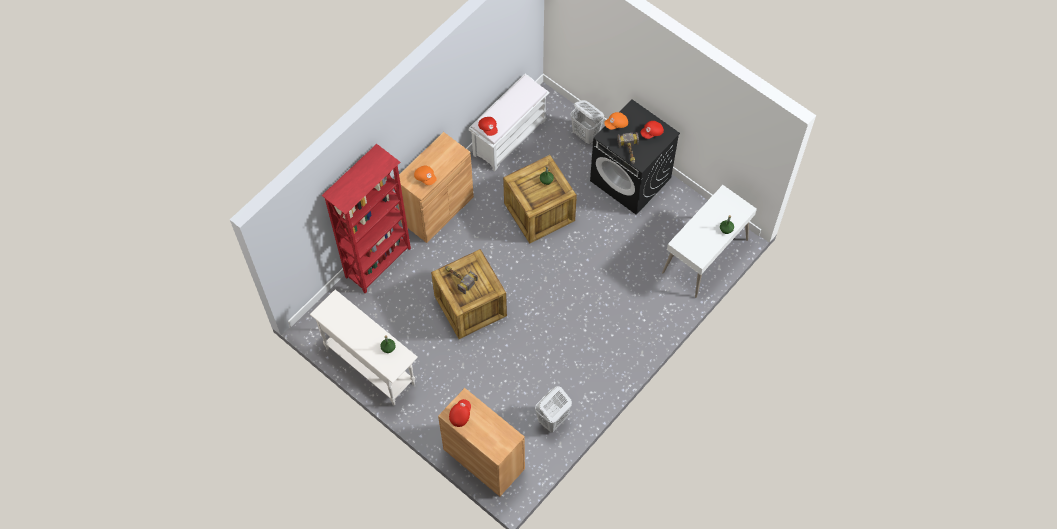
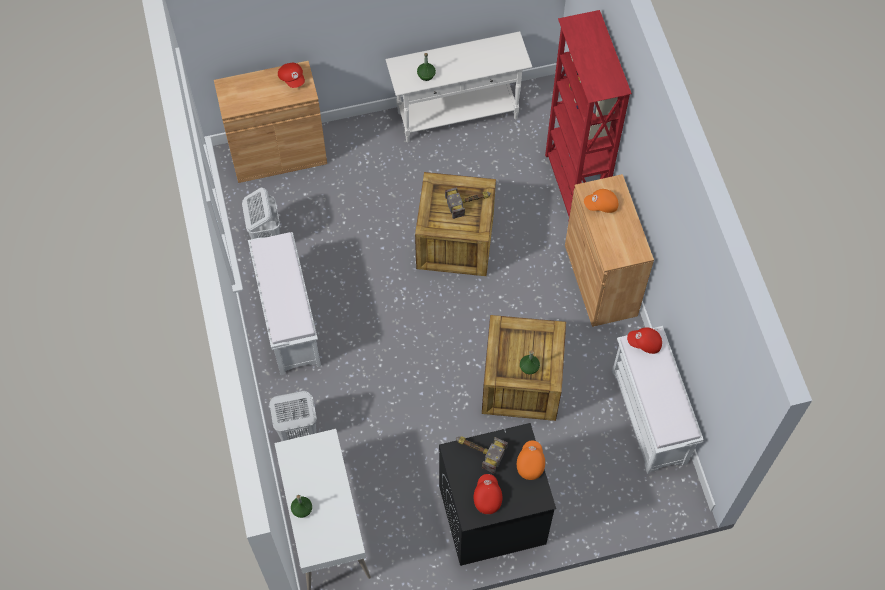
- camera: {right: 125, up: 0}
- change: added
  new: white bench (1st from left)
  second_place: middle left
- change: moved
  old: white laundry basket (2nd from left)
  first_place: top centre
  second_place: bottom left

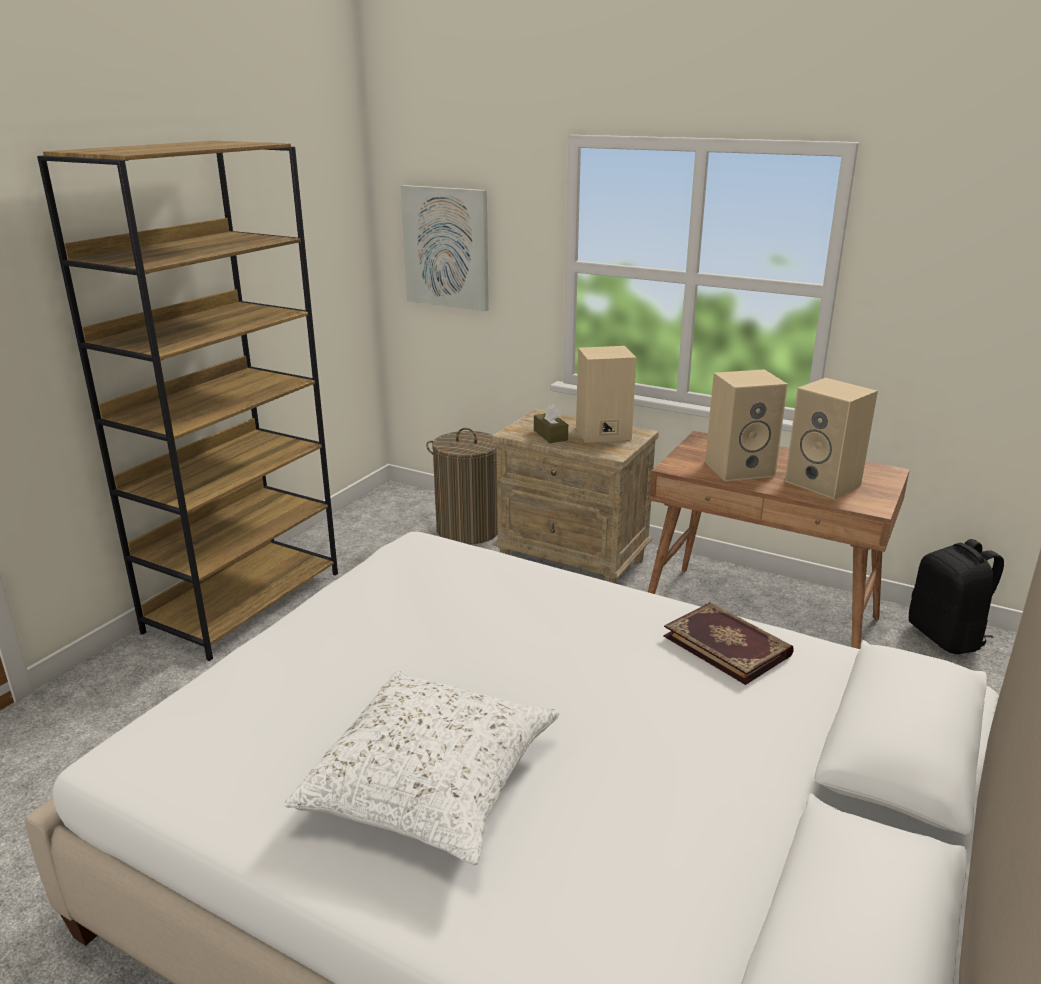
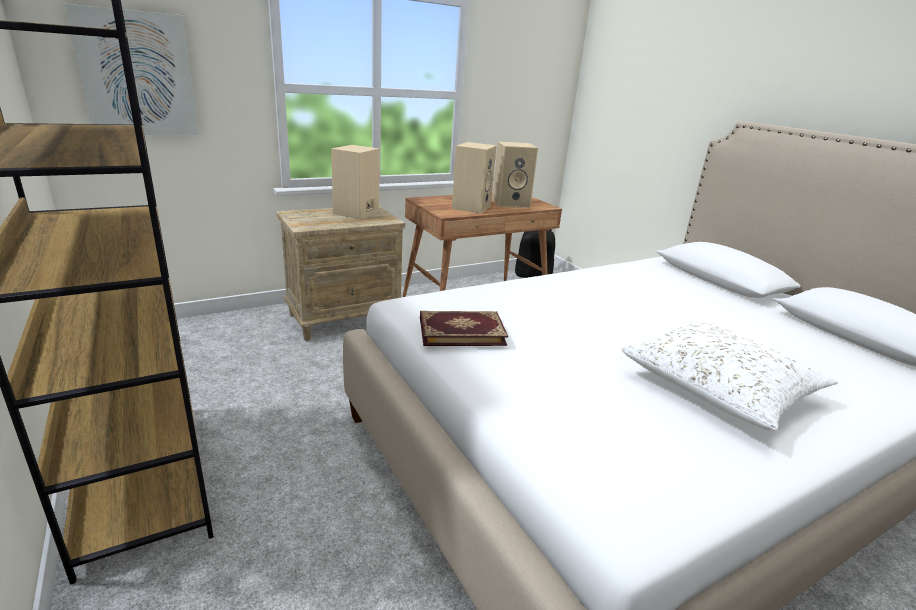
- camera: {right: -60, up: 0}
- change: moved
  old: book
  first_place: middle right
  second_place: centre
- change: removed
  old: laundry basket
  first_place: centre
- change: removed
  old: brown tissue box
  first_place: centre

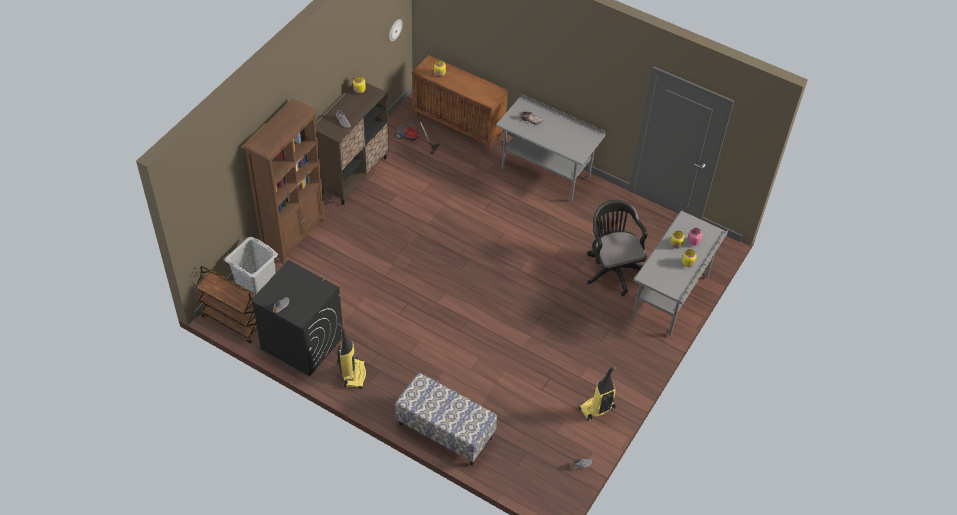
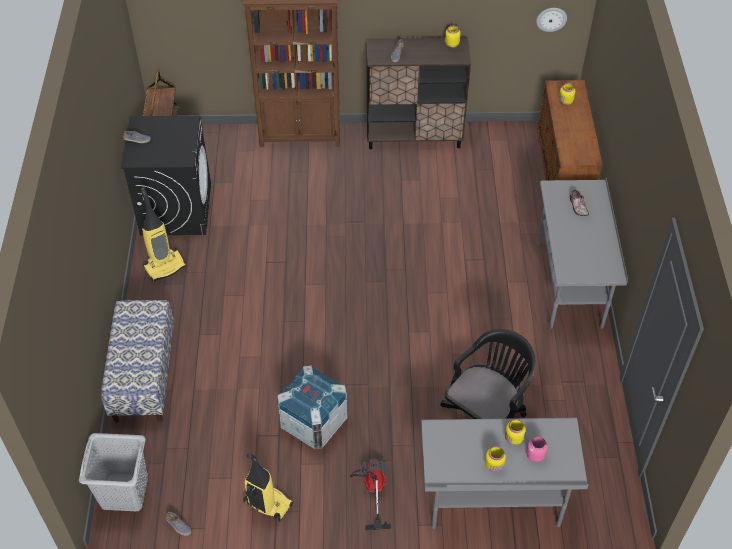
- camera: {right: 60, up: 0}
- change: moved
  old: grey laundry basket
  first_place: middle left
  second_place: bottom left
- change: added
  new: crate
  second_place: bottom centre
- change: moved
  old: vacuum cleaner (2nd from left in the first image)
  new: vacuum cleaner (3rd from left)
  first_place: top centre
  second_place: bottom centre

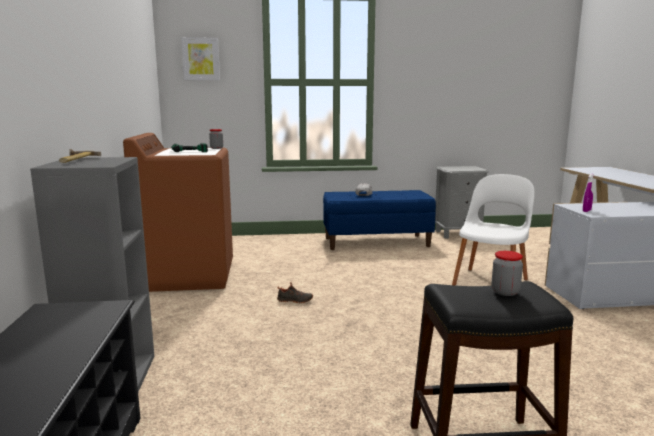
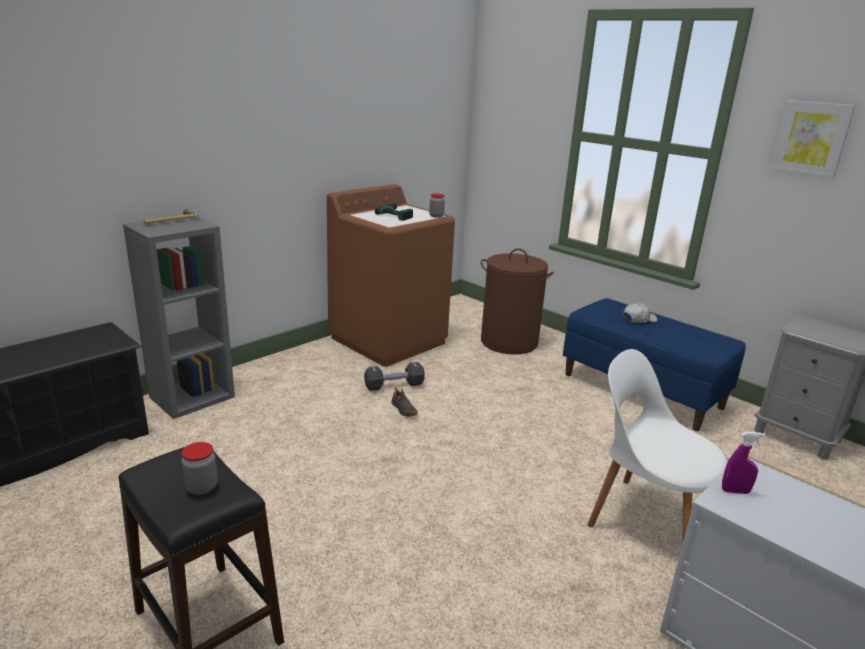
- camera: {right: 50, up: 10}
- change: added
  new: black dumbbell
  second_place: centre
- change: added
  new: brown laundry basket
  second_place: centre
- change: turned
  old: white chair
  first_place: middle right
  second_place: bottom right
  degrees: -135
- change: moved
  old: picture
  first_place: top left
  second_place: top right

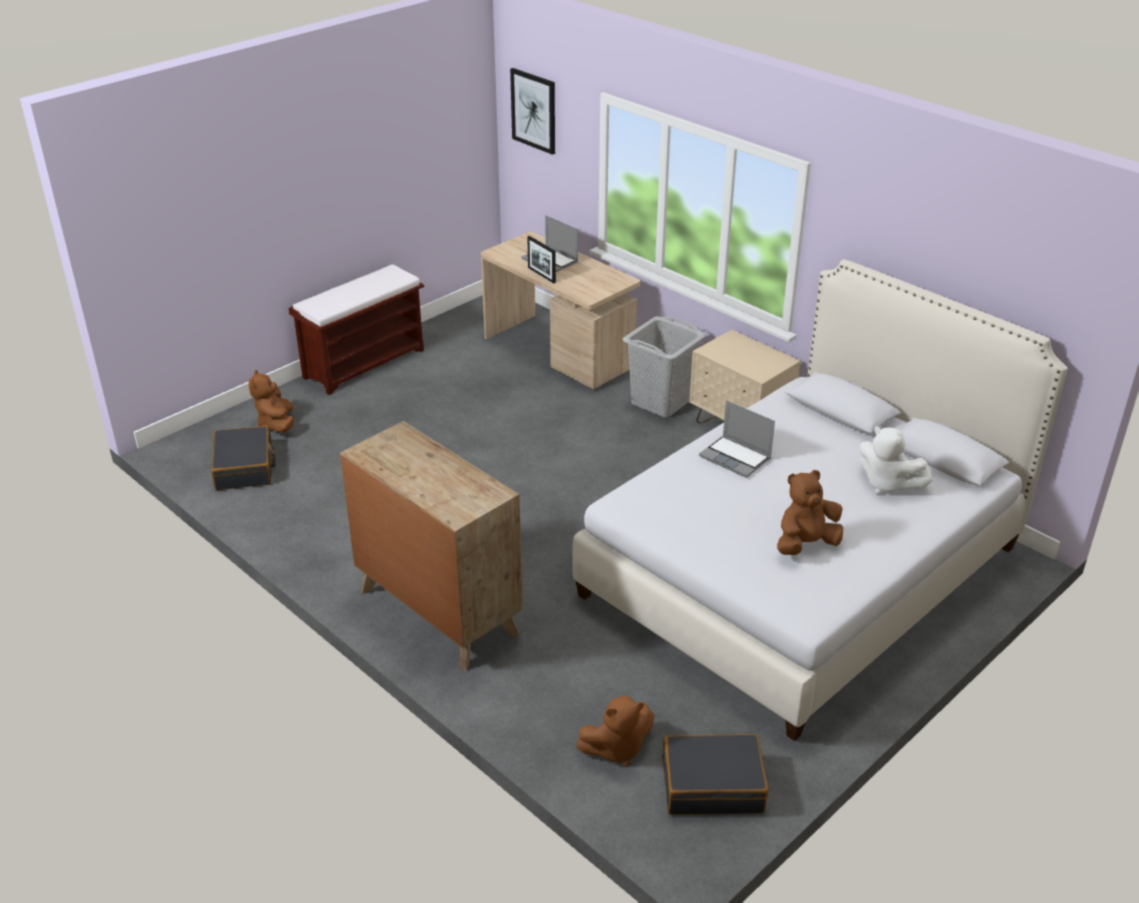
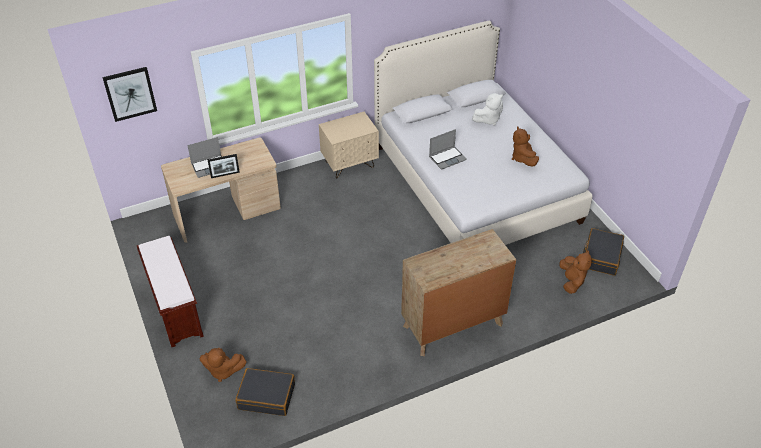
- camera: {right: -70, up: 10}
- change: removed
  old: grey laundry basket
  first_place: centre

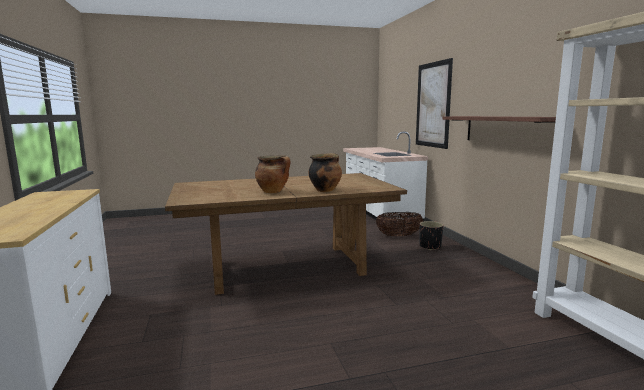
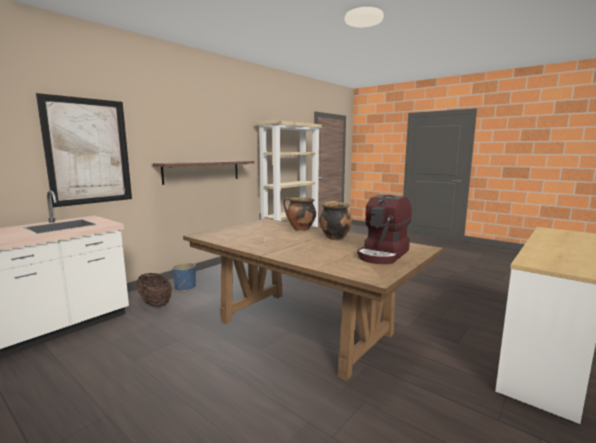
- camera: {right: -125, up: 0}
- change: recoloured
  old: black planter
  new: blue planter
  first_place: middle right
  second_place: middle left
- change: added
  new: coffee machine
  second_place: centre

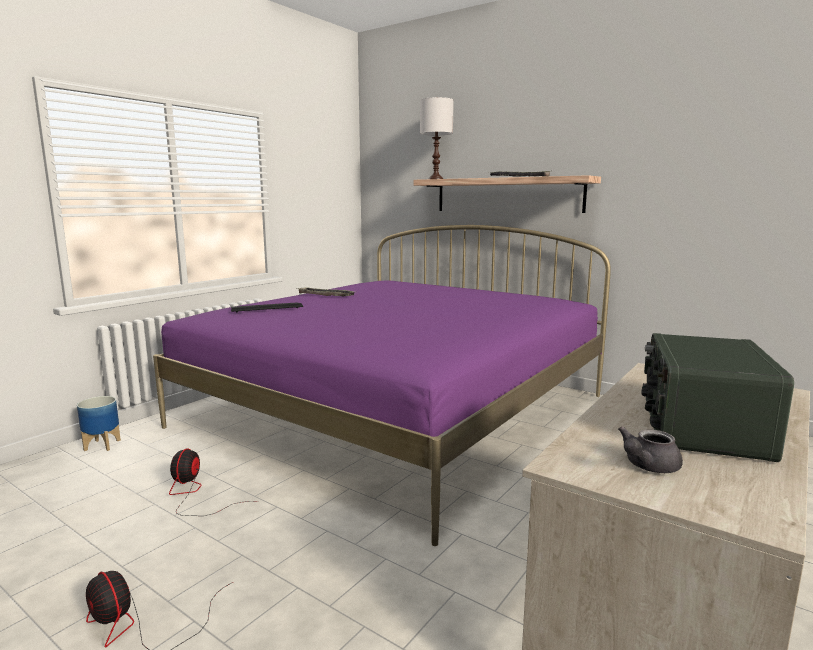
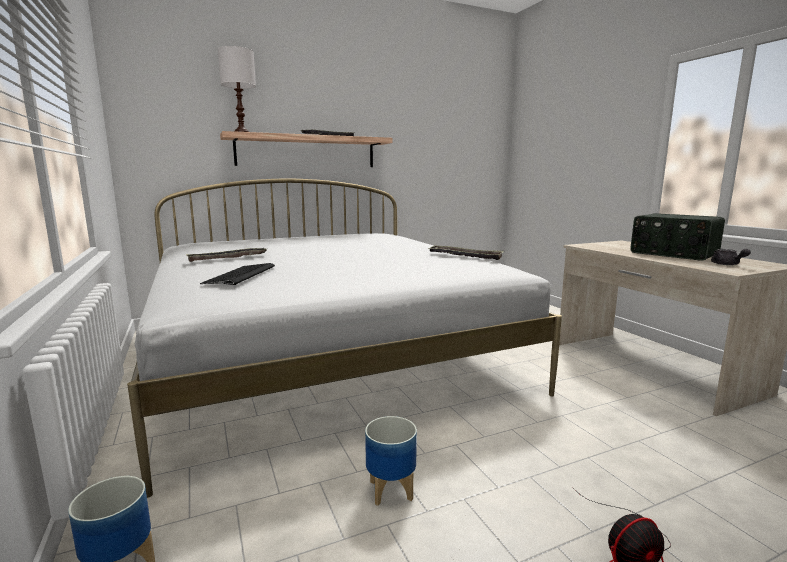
- camera: {right: -60, up: 0}
- change: recoloured
  old: purple bed
  new: white bed
  first_place: centre
  second_place: centre
- change: replaced
  old: fan (2nd from left)
  new: planter (2nd from left)
  first_place: bottom left
  second_place: bottom centre
- change: added
  new: tray (3rd from left)
  second_place: centre

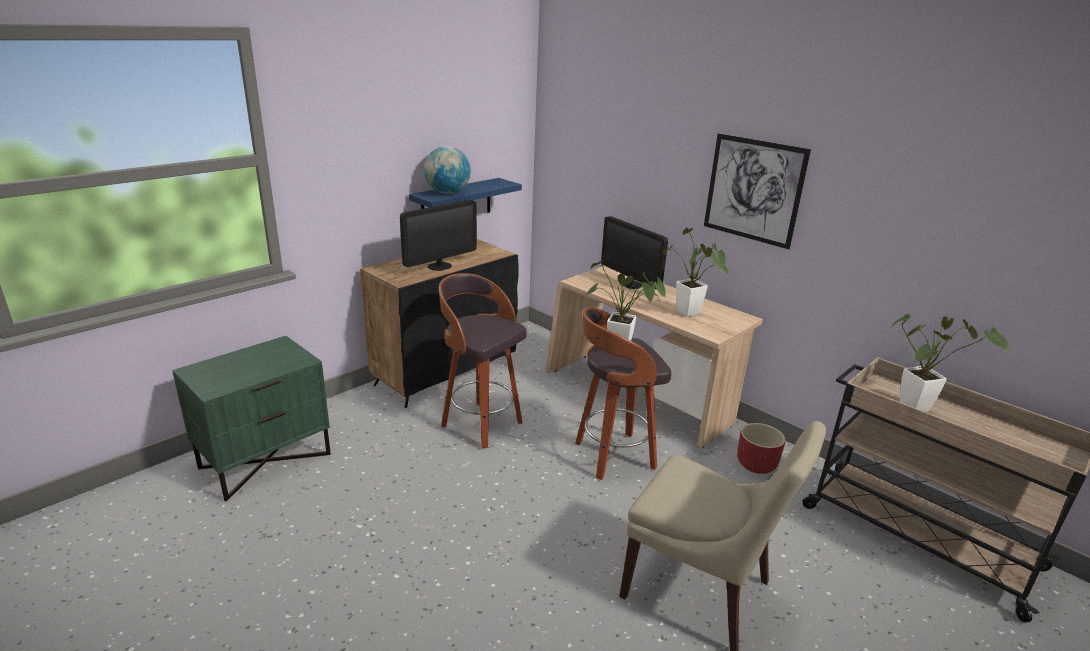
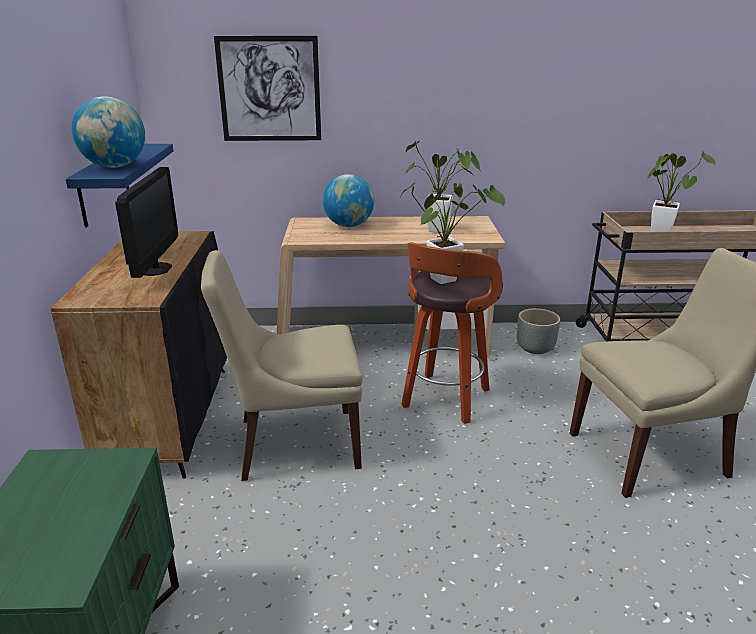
- camera: {right: -45, up: 0}
- change: replaced
  old: stool (1st from left)
  new: beige chair (1st from left)
  first_place: centre
  second_place: centre
- change: moved
  old: picture
  first_place: top right
  second_place: top centre
- change: replaced
  old: monitor (2nd from left)
  new: globe (2nd from left)
  first_place: centre
  second_place: top centre
- change: recoloured
  old: red planter
  new: grey planter
  first_place: bottom right
  second_place: middle right

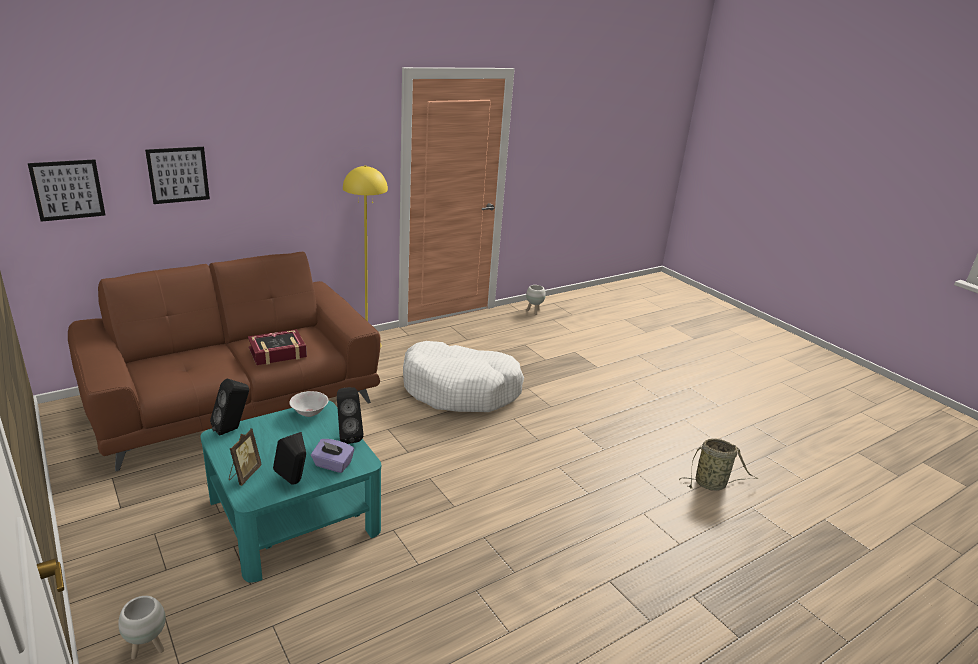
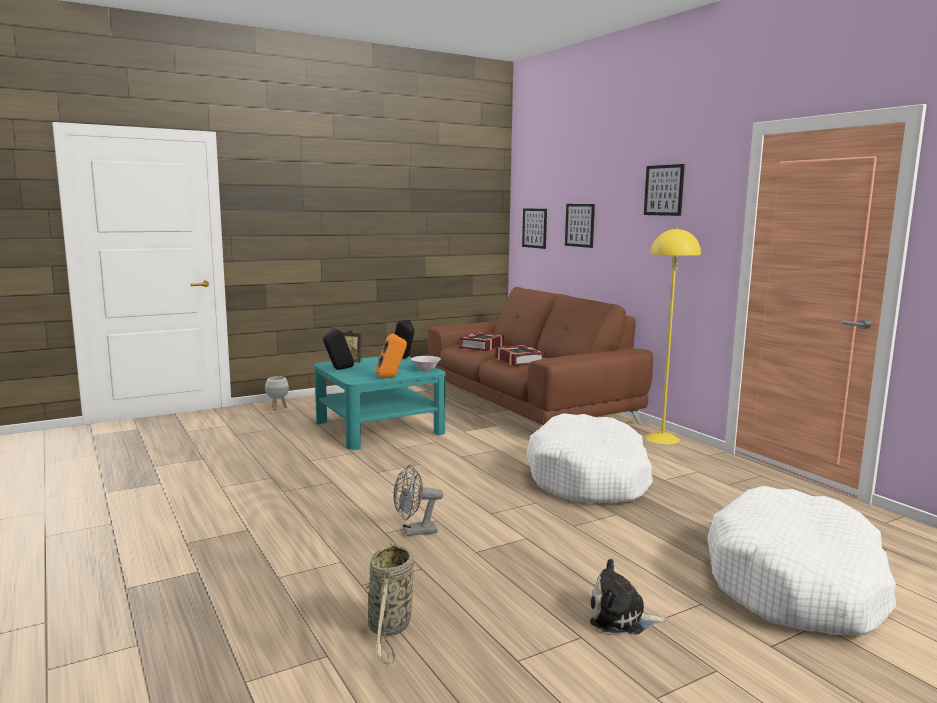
- camera: {right: 95, up: -15}
- change: recoloured
  old: black speaker (3rd from left)
  new: orange speaker
  first_place: centre
  second_place: centre
- change: added
  new: grey fan
  second_place: bottom centre
- change: added
  new: book (1st from left)
  second_place: centre
- change: added
  new: plush toy
  second_place: bottom right
- change: added
  new: picture (3rd from left)
  second_place: top right
- change: added
  new: white dog bed (2nd from left)
  second_place: bottom right
- change: removed
  old: purple tissue box
  first_place: bottom centre
- change: removed
  old: white planter (2nd from left)
  first_place: centre

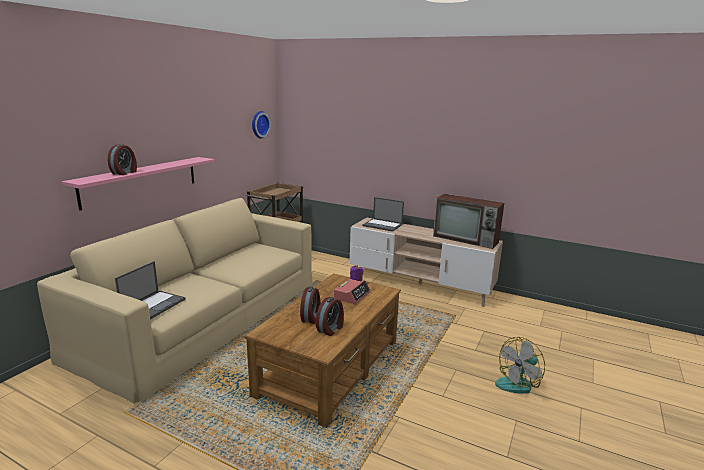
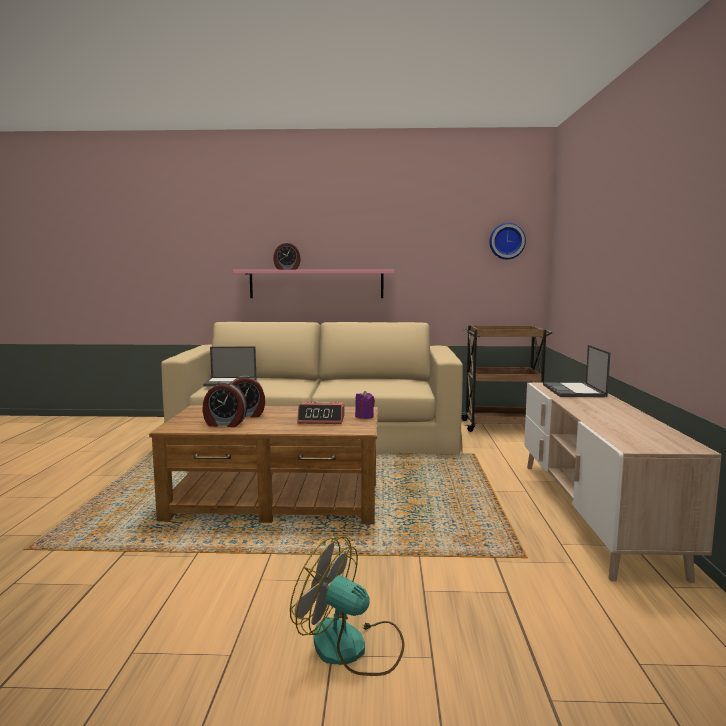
- camera: {right: 65, up: -10}
- change: removed
  old: television
  first_place: centre

